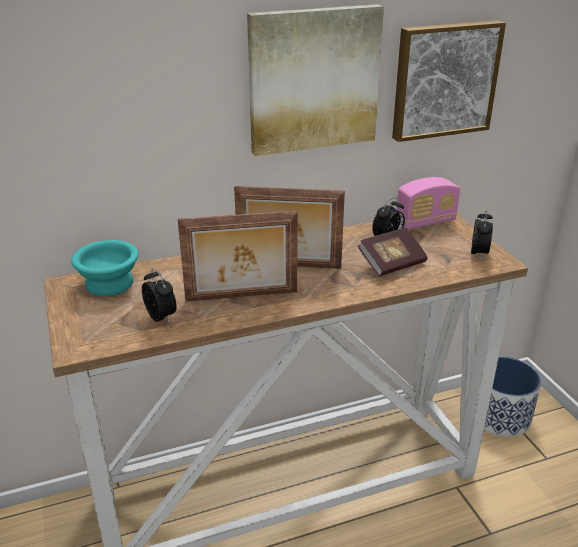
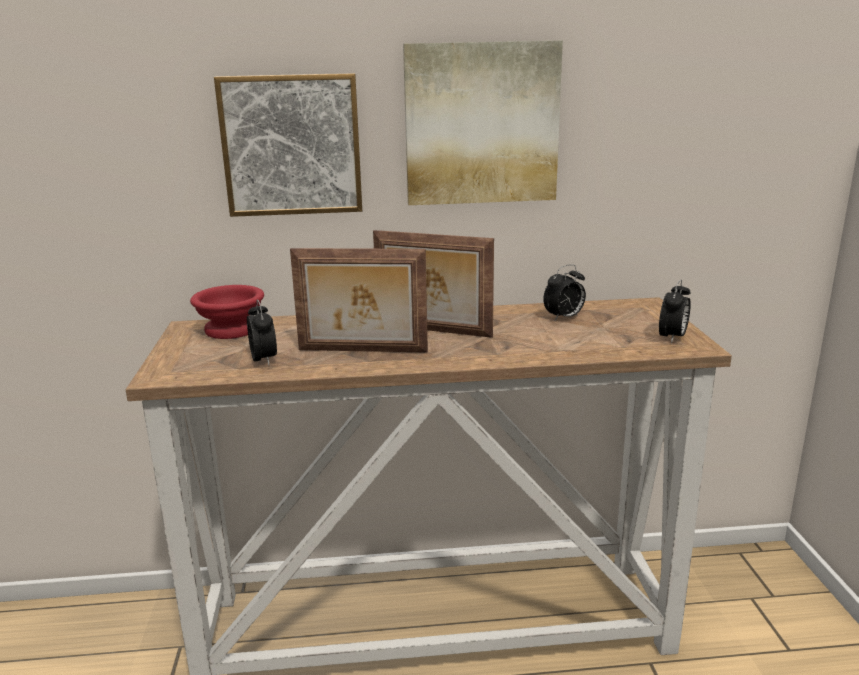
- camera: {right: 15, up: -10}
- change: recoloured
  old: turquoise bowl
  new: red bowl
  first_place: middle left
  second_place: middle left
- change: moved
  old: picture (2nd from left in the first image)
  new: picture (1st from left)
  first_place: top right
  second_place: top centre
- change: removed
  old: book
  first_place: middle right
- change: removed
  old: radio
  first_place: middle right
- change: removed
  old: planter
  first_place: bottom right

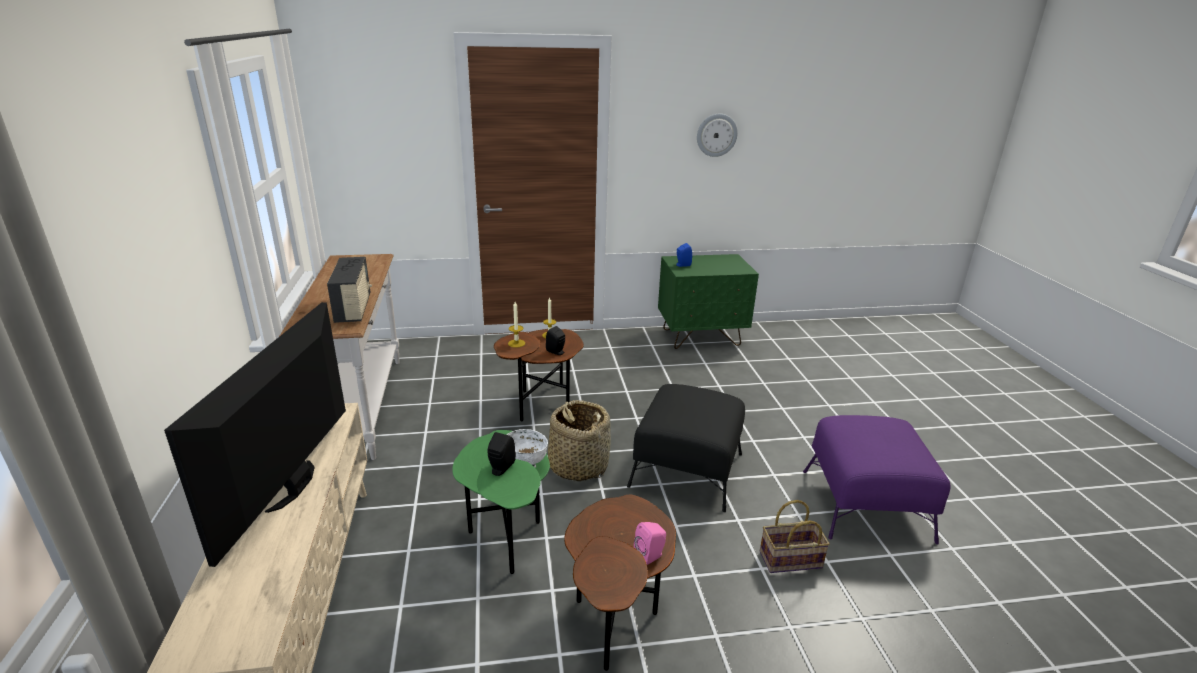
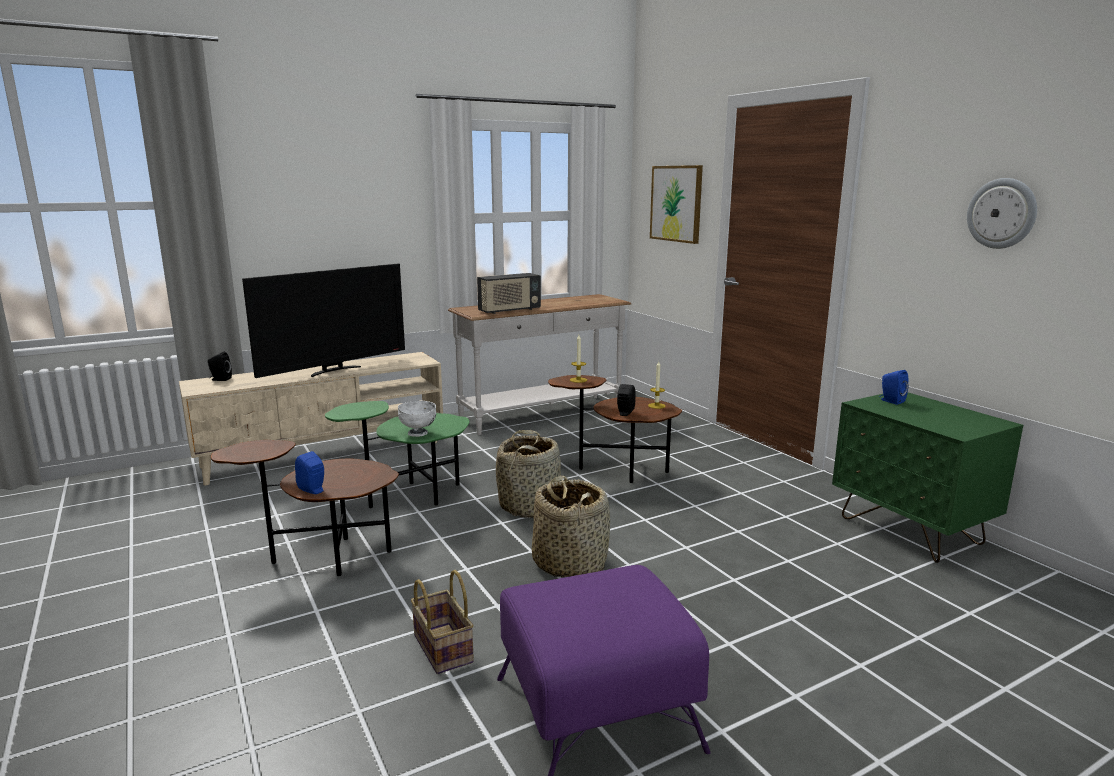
- camera: {right: 70, up: -10}
- change: moved
  old: black speaker (1st from left)
  first_place: bottom centre
  second_place: middle left
- change: turned
  old: television
  first_place: middle left
  second_place: middle left
  degrees: 150
- change: recoloured
  old: pink speaker
  new: blue speaker (1st from left)
  first_place: bottom centre
  second_place: middle left
- change: replaced
  old: black ottoman
  new: basket (3rd from left)
  first_place: centre
  second_place: bottom centre
- change: added
  new: picture
  second_place: top centre

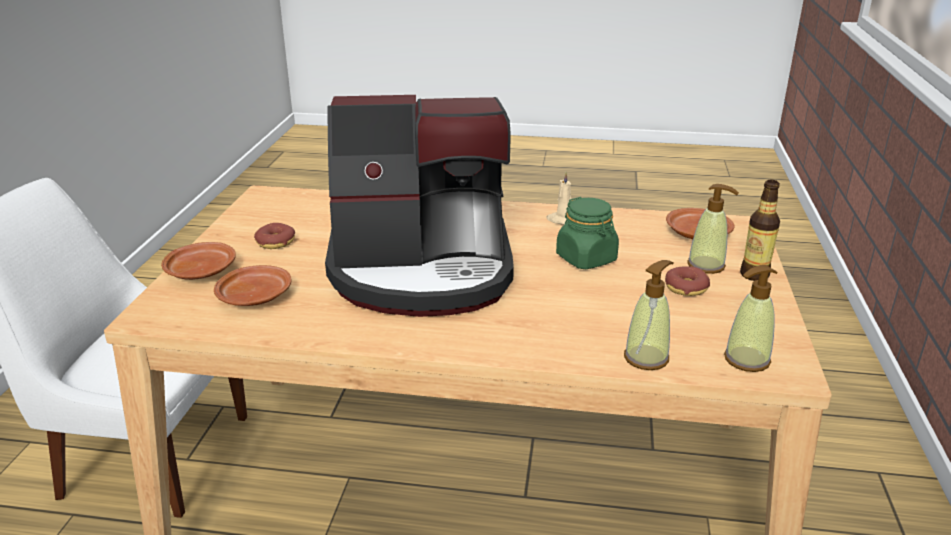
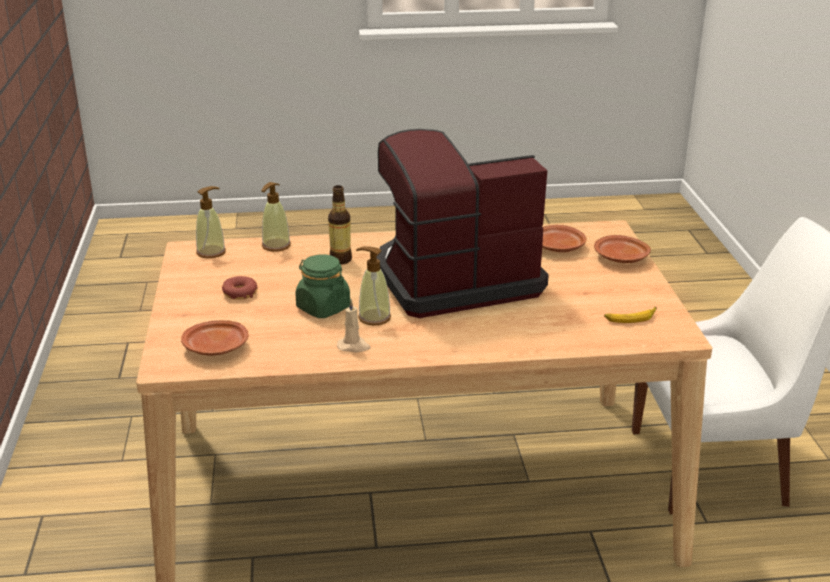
- camera: {right: 165, up: 0}
- change: moved
  old: bottle
  first_place: middle right
  second_place: centre
- change: moved
  old: soap dispenser (2nd from left in the first image)
  new: soap dispenser (3rd from left)
  first_place: middle right
  second_place: centre
- change: added
  new: banana
  second_place: middle right
- change: removed
  old: donut (1st from left)
  first_place: middle left

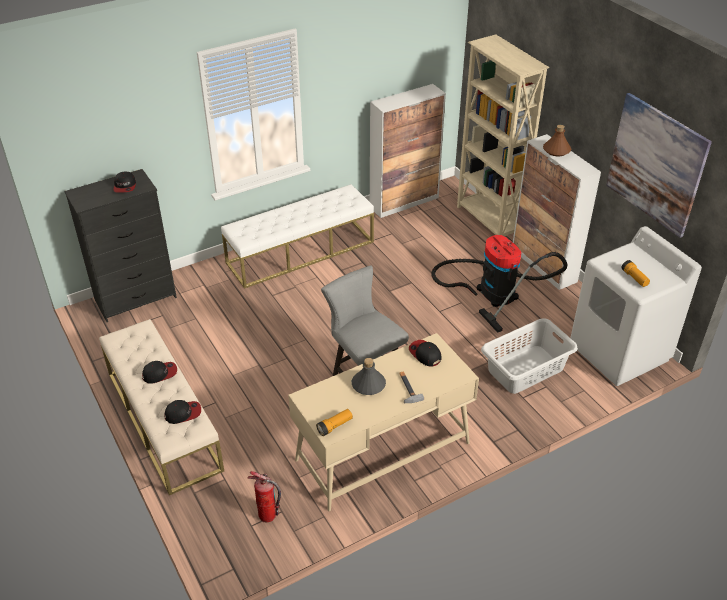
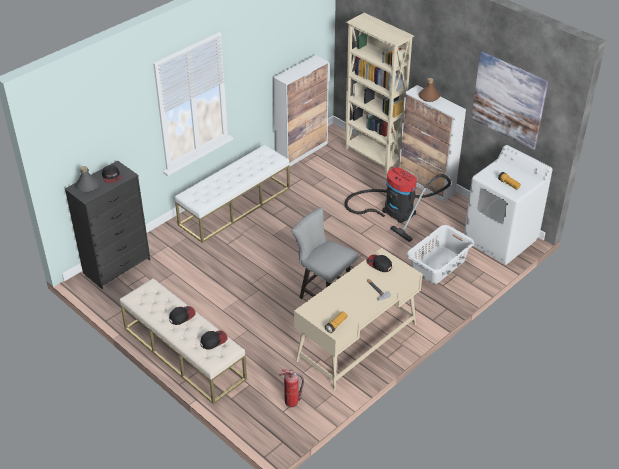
- camera: {right: -15, up: 0}
- change: moved
  old: grey bottle
  first_place: centre
  second_place: middle left

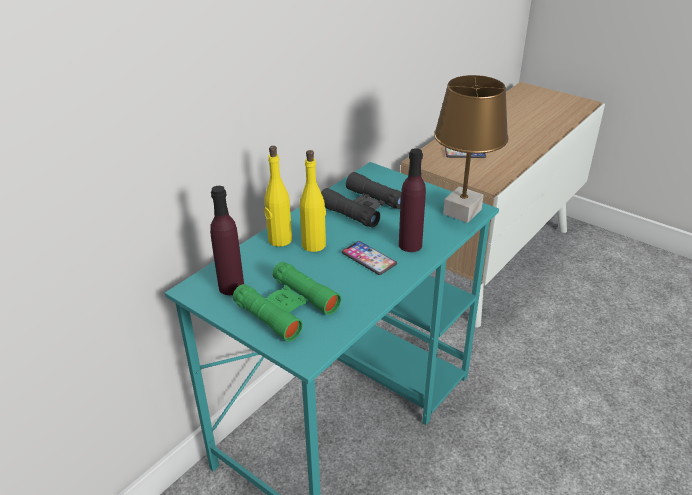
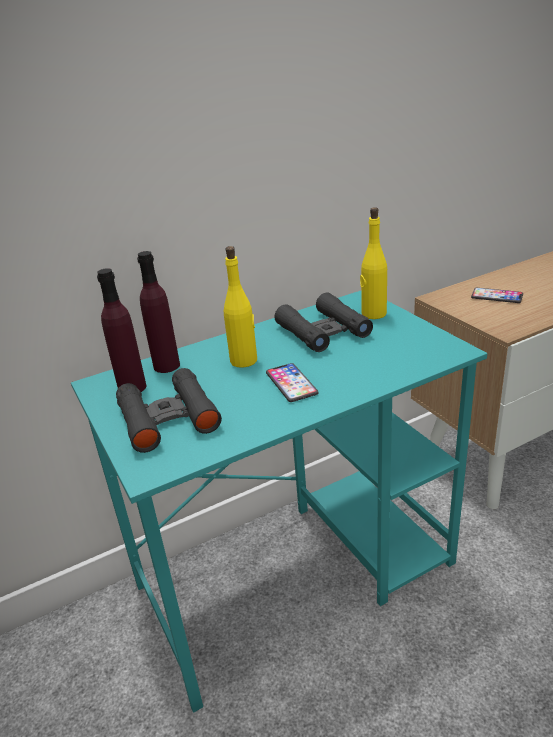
- camera: {right: 25, up: -5}
- change: recoloured
  old: green binoculars
  new: black binoculars (1st from left)
  first_place: centre
  second_place: middle left
- change: moved
  old: purple bottle (2nd from left)
  first_place: centre
  second_place: middle left
- change: moved
  old: yellow bottle (1st from left in the first image)
  new: yellow bottle (2nd from left)
  first_place: centre
  second_place: middle right
- change: removed
  old: brown table lamp
  first_place: top right

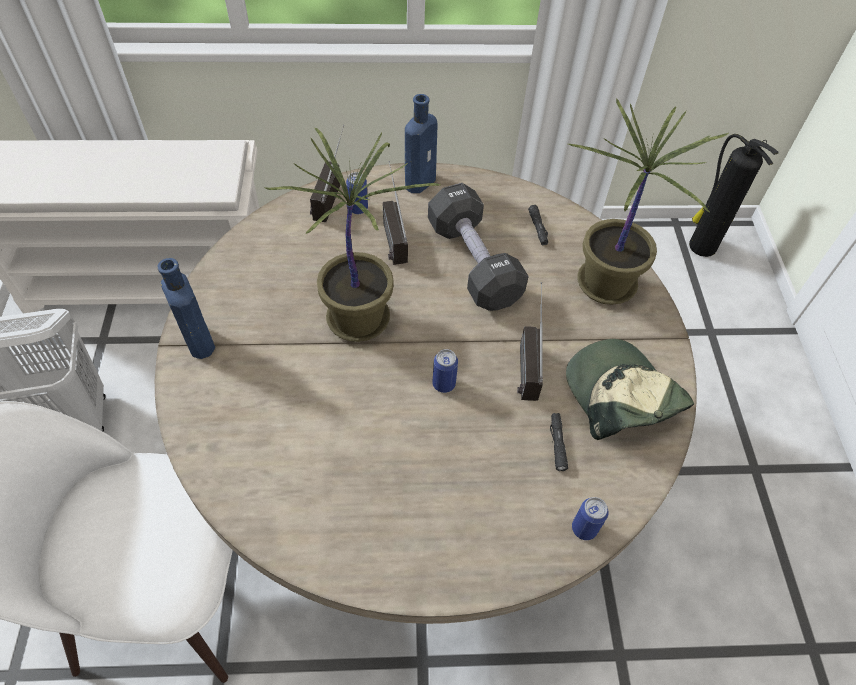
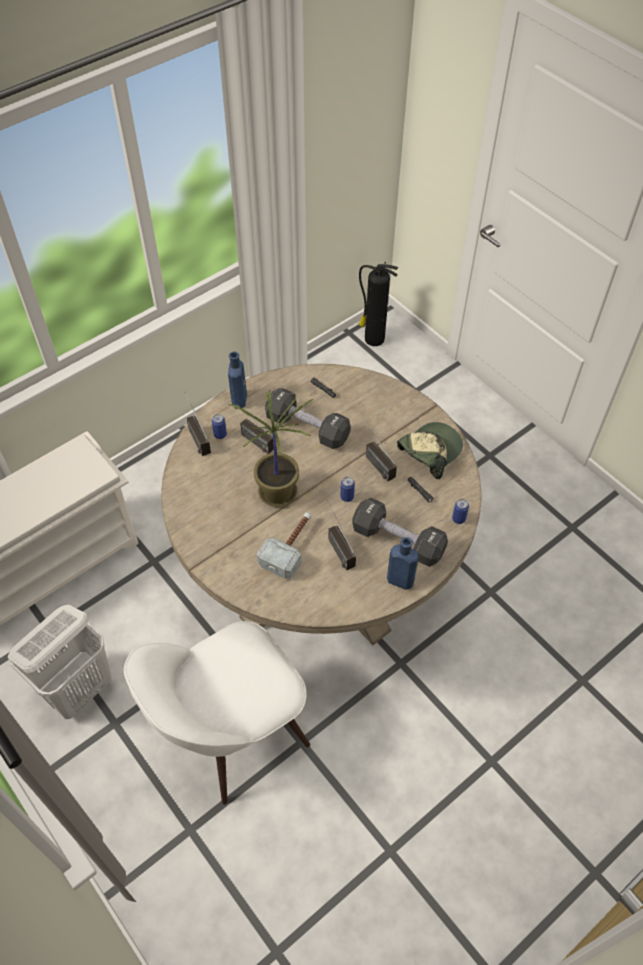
- camera: {right: -35, up: 0}
- change: added
  new: hammer
  second_place: centre
- change: added
  new: radio (3rd from left)
  second_place: centre
- change: added
  new: black dumbbell (2nd from left)
  second_place: centre
- change: moved
  old: blue bottle (1st from left in the first image)
  new: blue bottle (2nd from left)
  first_place: middle left
  second_place: centre
- change: turned
  old: cap
  first_place: middle right
  second_place: middle right
  degrees: 105
- change: removed
  old: potted plant (2nd from left)
  first_place: top right

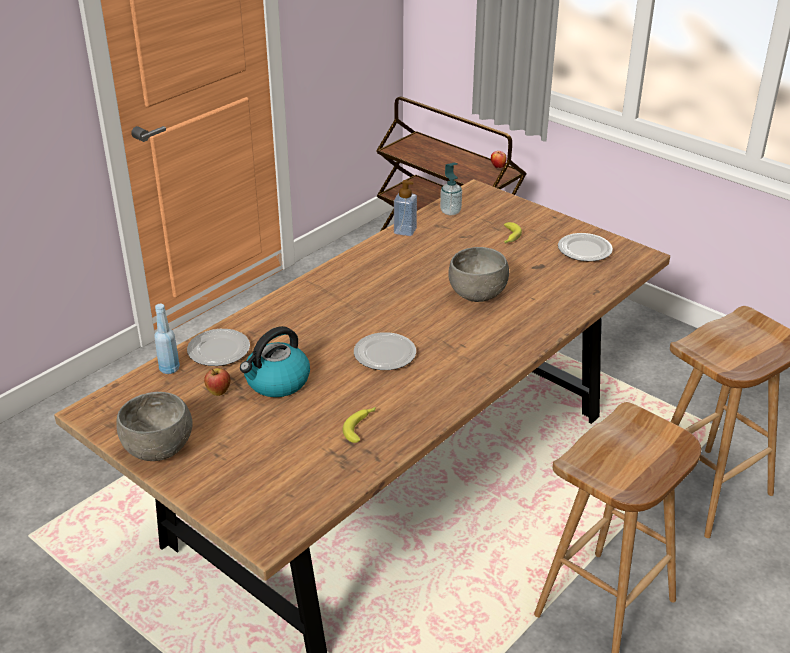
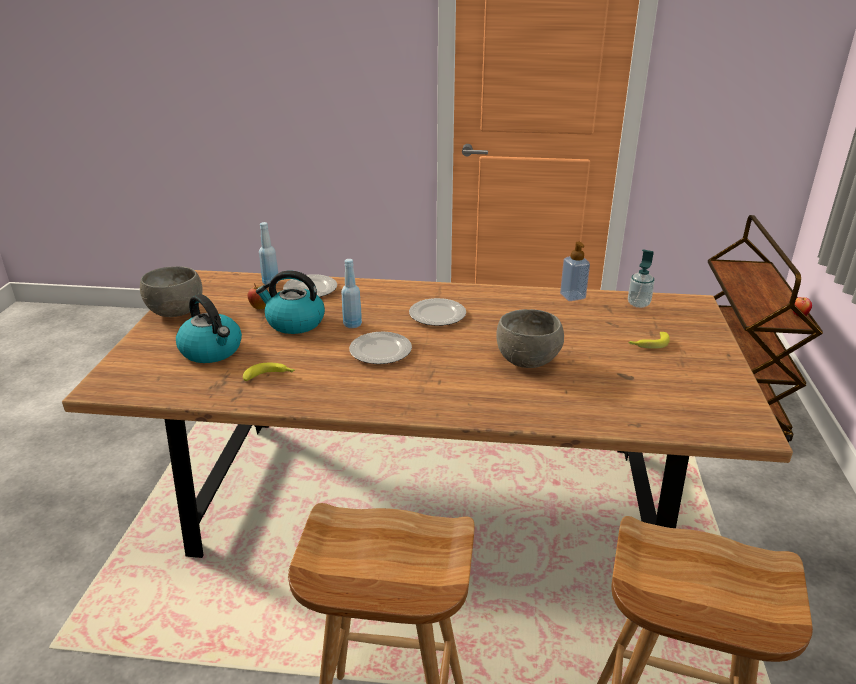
- camera: {right: 55, up: -5}
- change: added
  new: kettle (1st from left)
  second_place: middle left
- change: added
  new: blue bottle (2nd from left)
  second_place: centre
- change: moved
  old: plate (3rd from left)
  first_place: middle right
  second_place: centre

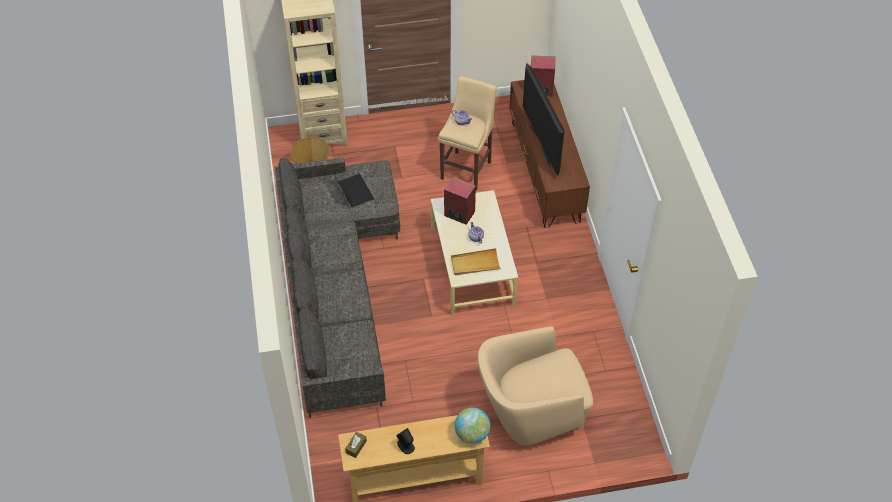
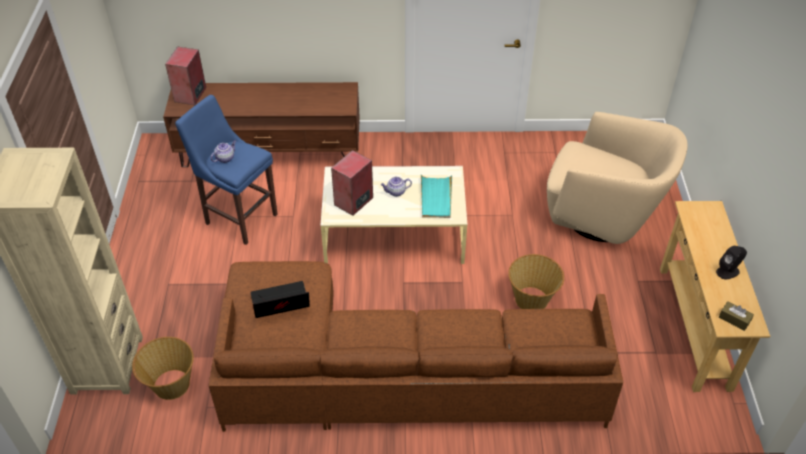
- camera: {right: -80, up: -5}
- change: recoloured
  old: beige stool
  new: blue stool
  first_place: top centre
  second_place: middle left
- change: recoloured
  old: grey sofa
  new: brown sofa
  first_place: centre
  second_place: bottom centre
- change: recoloured
  old: beige tray
  new: turquoise tray
  first_place: centre
  second_place: centre
- change: added
  new: basket (2nd from left)
  second_place: centre
- change: turned
  old: beige armchair
  first_place: bottom centre
  second_place: middle right
  degrees: -60
- change: removed
  old: globe
  first_place: bottom centre
- change: removed
  old: television
  first_place: top centre

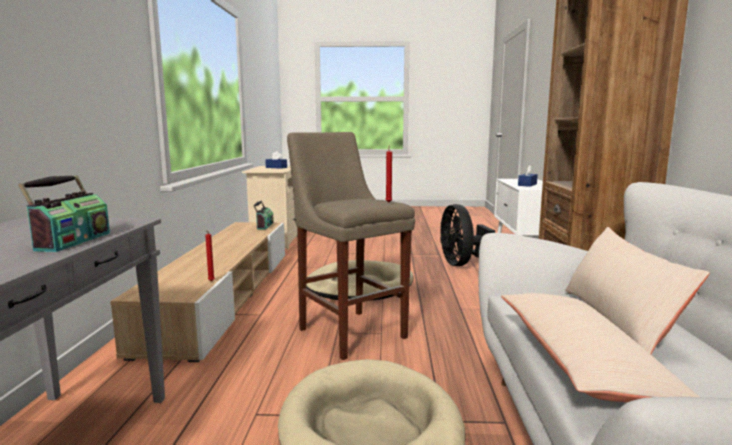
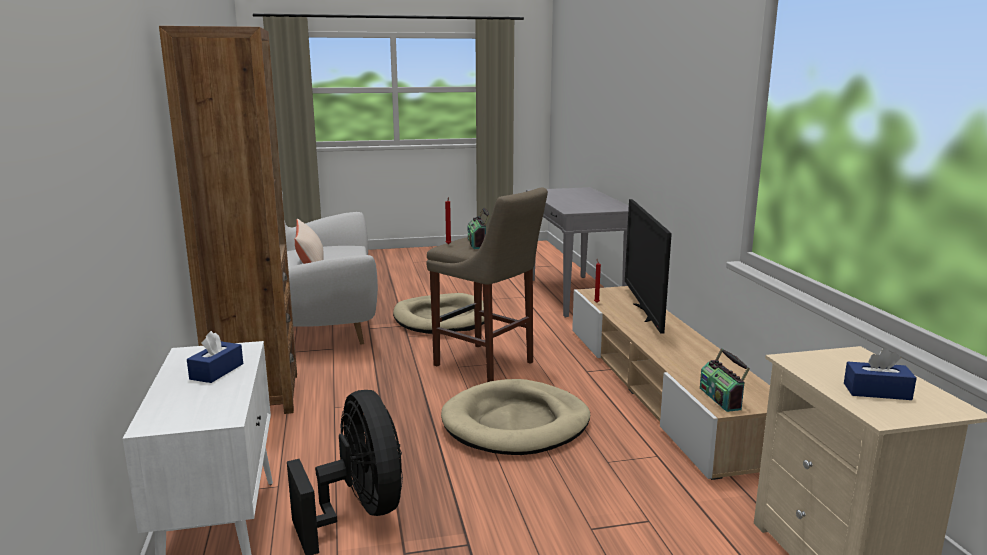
- camera: {right: 165, up: 5}
- change: moved
  old: radio (1st from left)
  first_place: middle left
  second_place: centre
- change: added
  new: television
  second_place: centre
- change: removed
  old: beige pillow (1st from left)
  first_place: bottom right

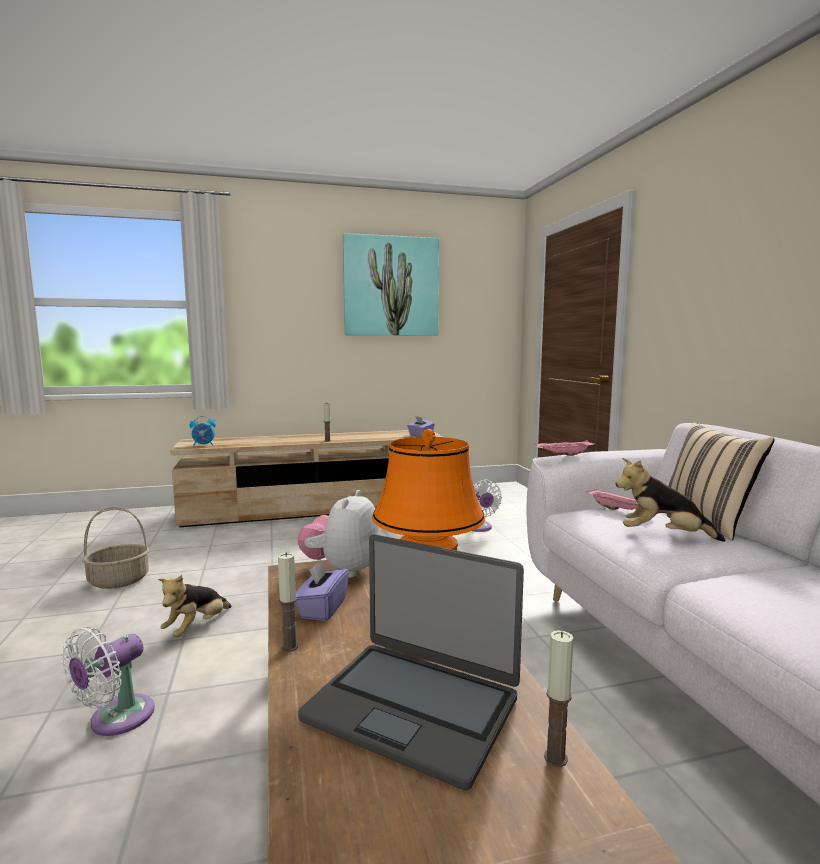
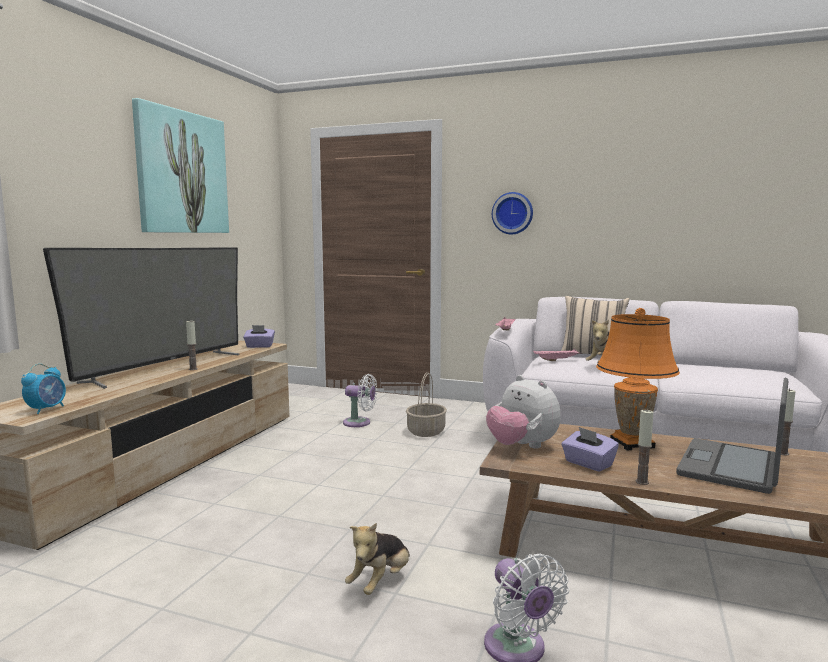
- camera: {right: -55, up: 0}
- change: added
  new: television
  second_place: middle left
- change: turned
  old: plush toy (1st from left)
  first_place: bottom left
  second_place: bottom centre
  degrees: 60
- change: moved
  old: basket
  first_place: middle left
  second_place: centre
- change: added
  new: wall clock
  second_place: top centre
- change: turned
  old: laptop
  first_place: bottom centre
  second_place: middle right
  degrees: 150

